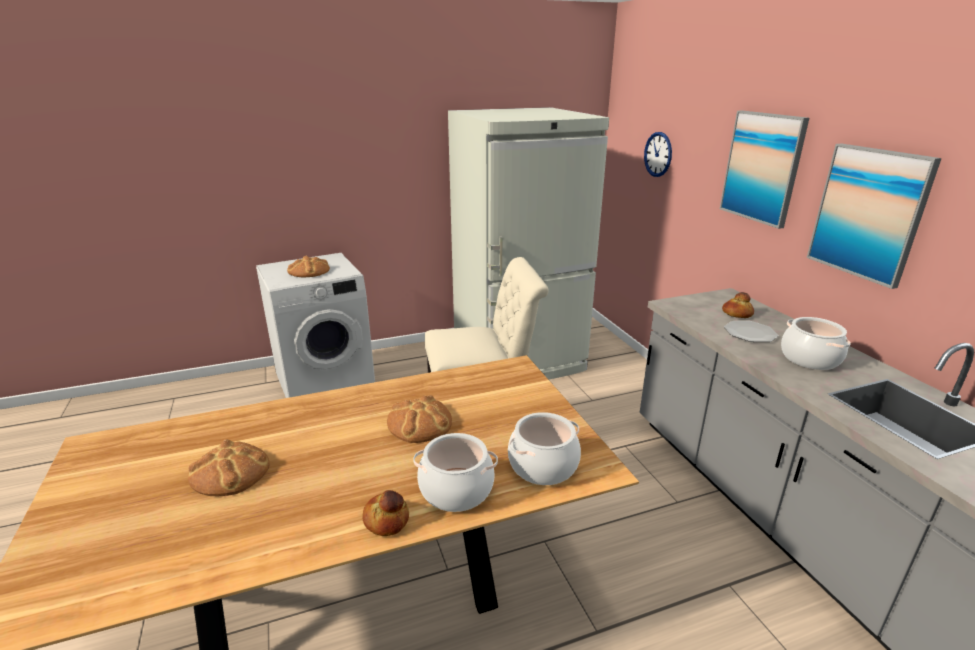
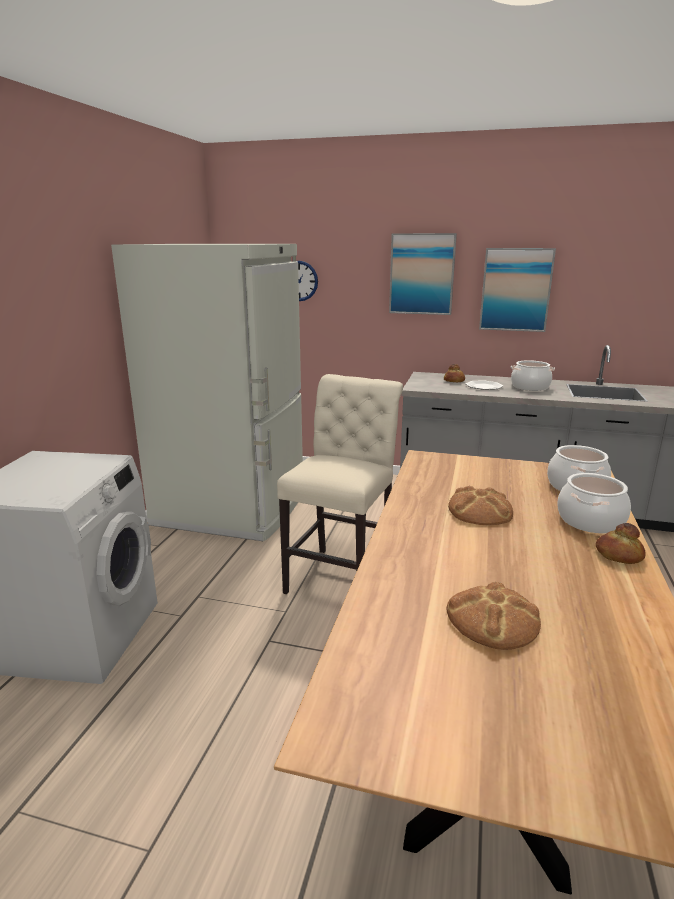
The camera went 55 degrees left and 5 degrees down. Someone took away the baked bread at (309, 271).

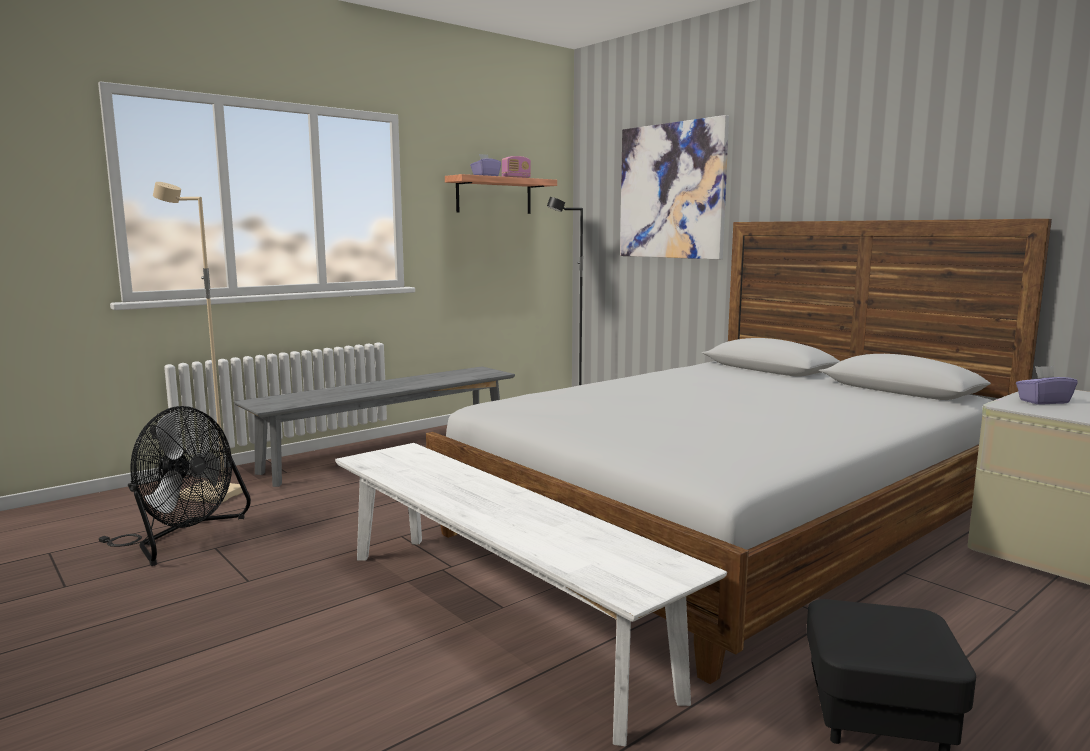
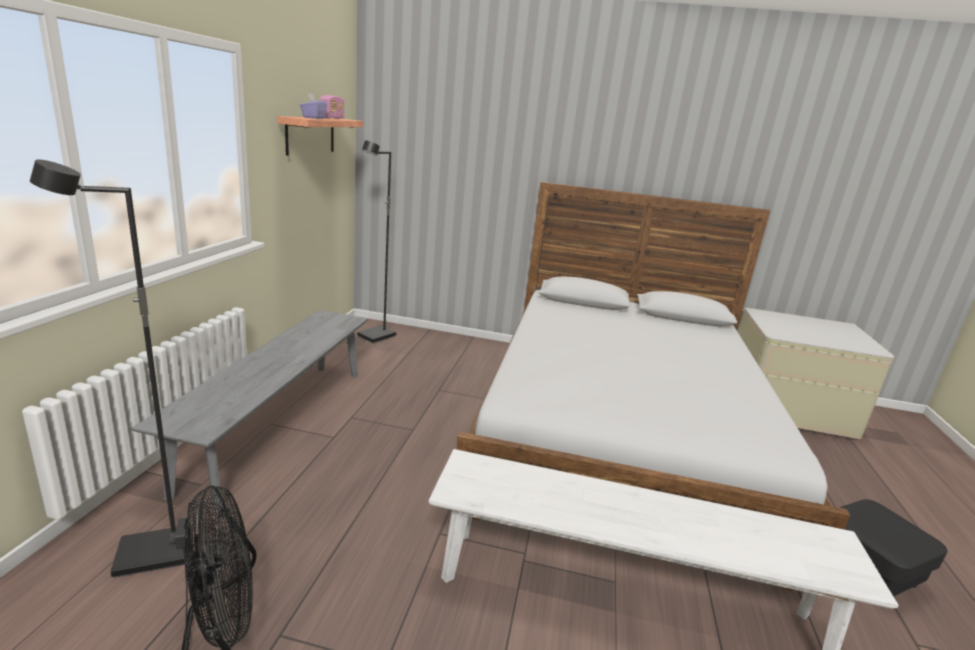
The camera went 40 degrees left and 10 degrees up. Someone repainted the sand-coloured standard lamp at (210, 495), which became the black standard lamp at (152, 555). Someone took away the wall art at (672, 191). Someone took away the purple-coloured box of tissues at (1043, 401).

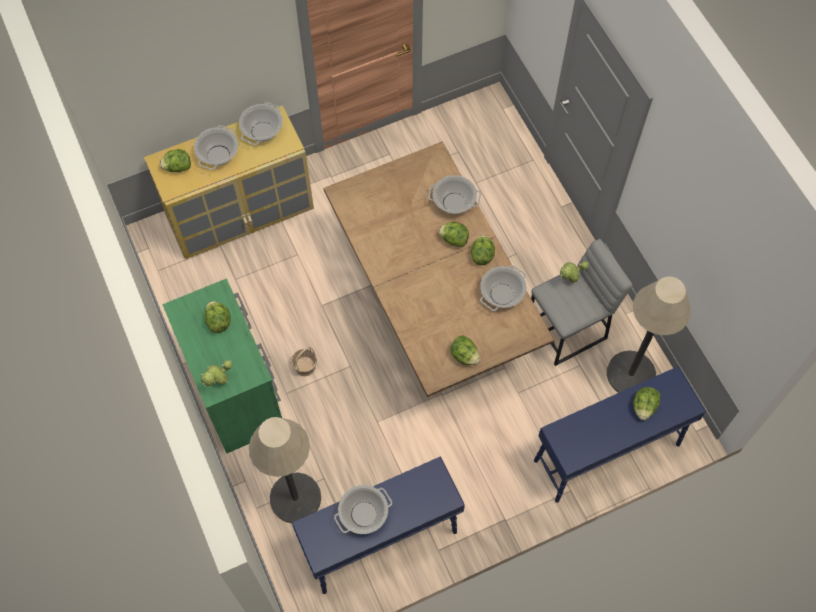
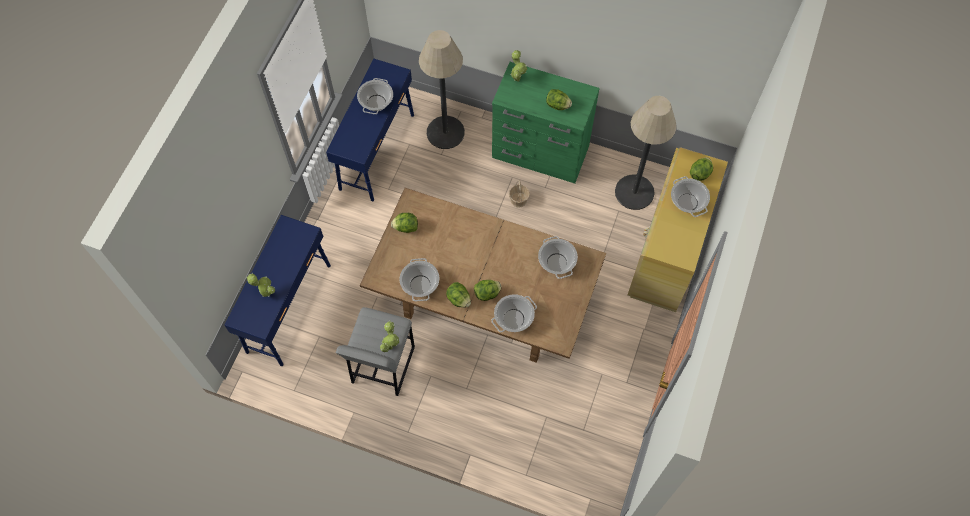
The camera went 135 degrees right and 0 degrees up. Someone swapped the head of lettuce at (643, 407) for the houseplant at (266, 293). Someone carried the saucepot from (262, 132) to (556, 262). Someone carried the standard lamp from (631, 374) to (634, 192).

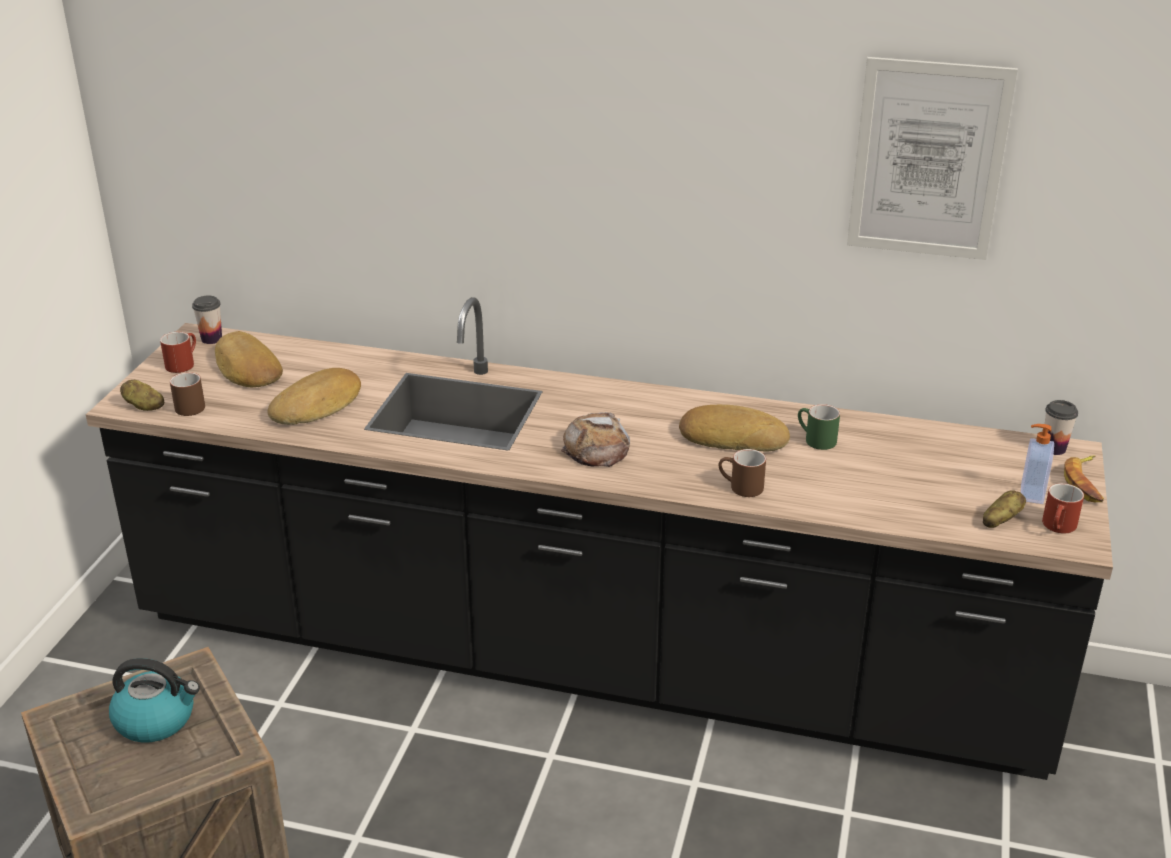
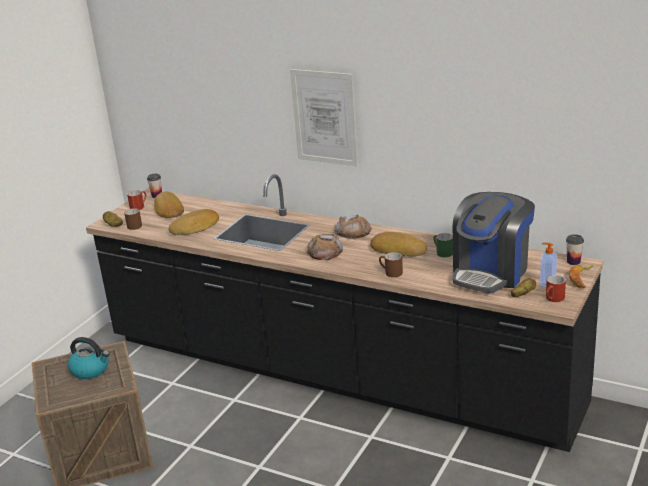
The camera went 15 degrees right and 5 degrees down. Someone carried the wall art from (928, 160) to (324, 117). Someone put down the baked bread at (353, 231). Someone put down the coffee brewer at (491, 272).

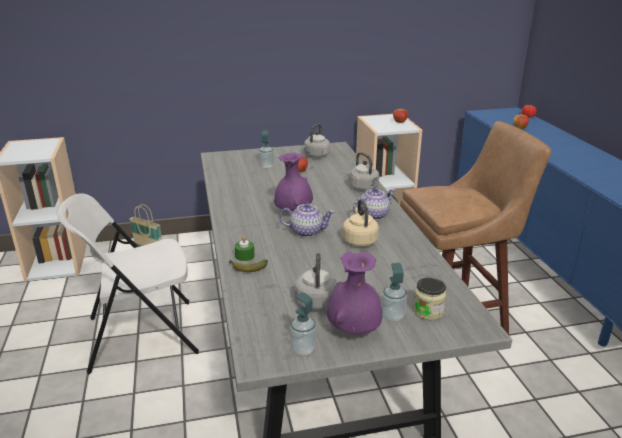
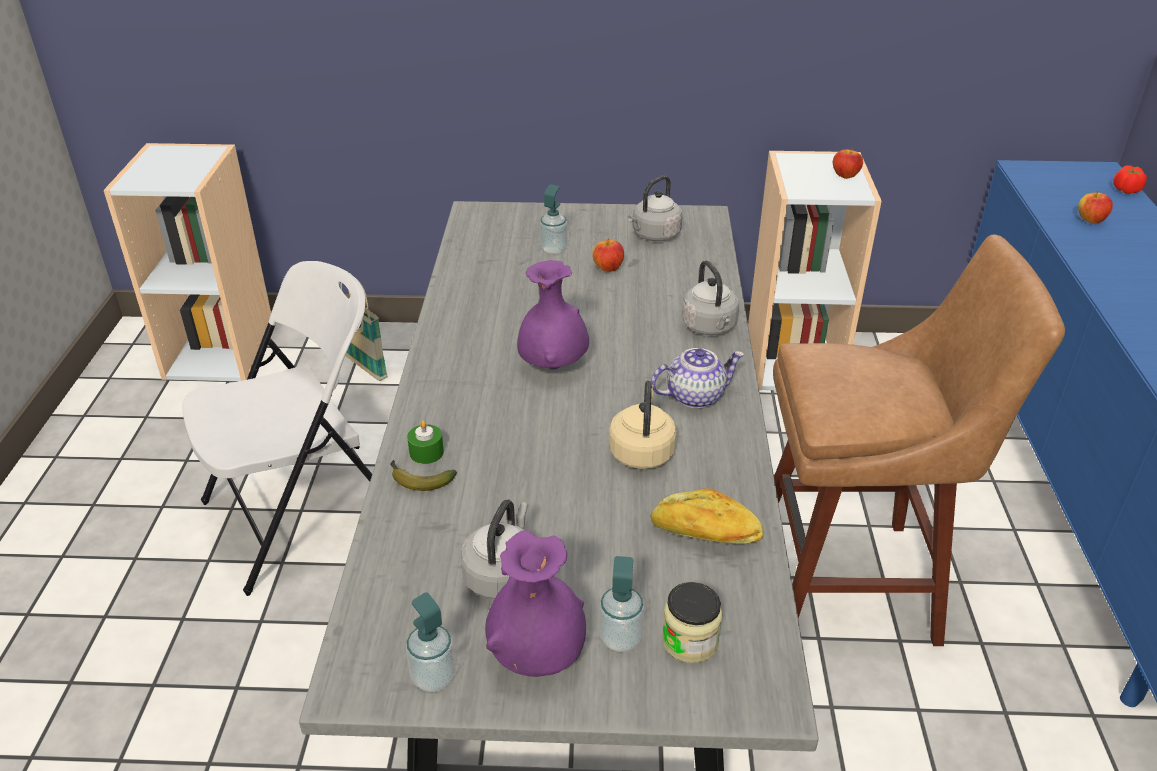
The camera went 15 degrees right and 10 degrees up. Someone rotated the whitish plain chair at (142, 334) by 150 degrees clockwise. Someone put down the baked bread at (705, 533). Someone took away the teapot at (307, 231).

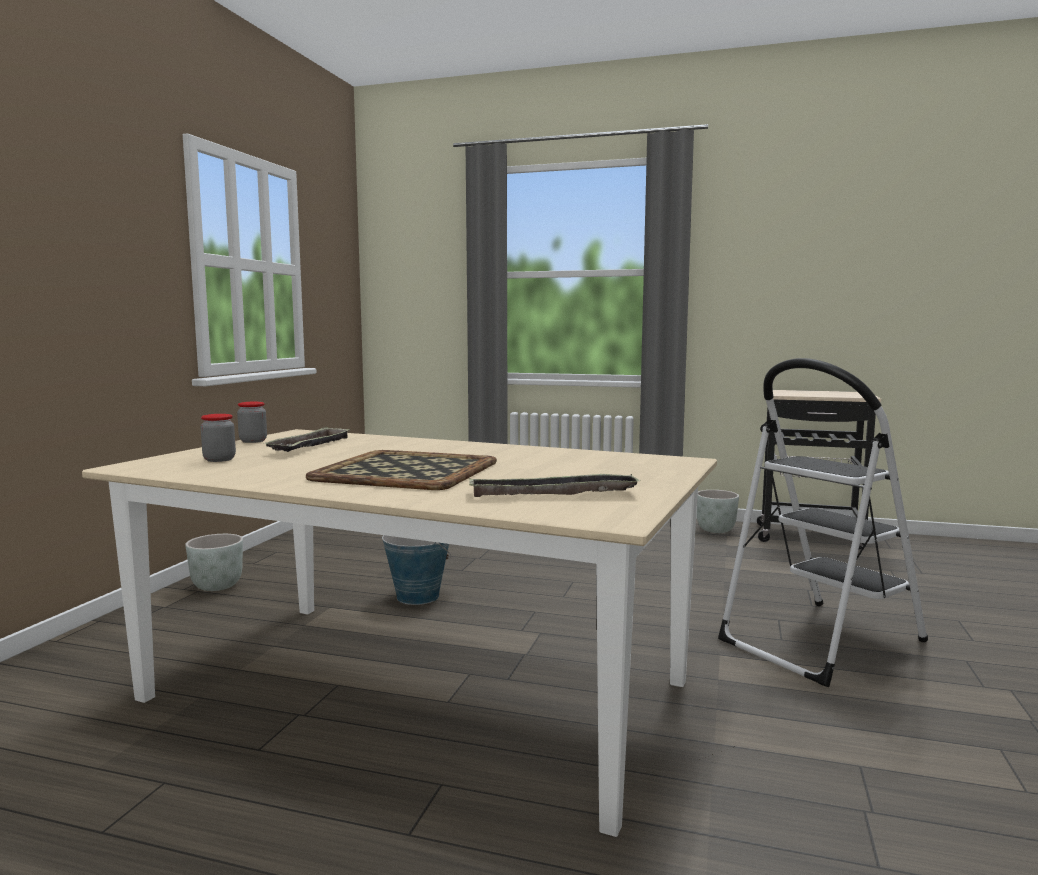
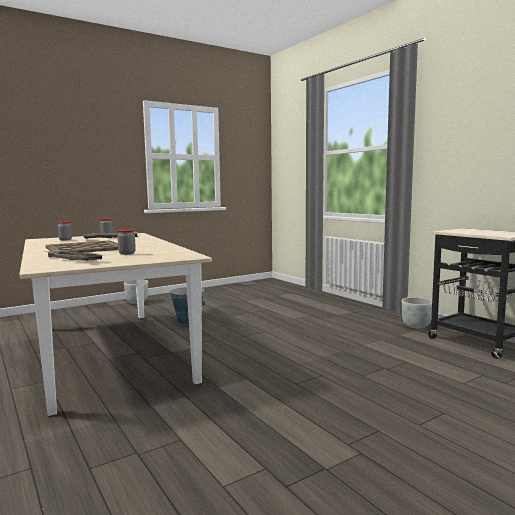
The camera went 40 degrees right and 0 degrees up. Someone put down the jar at (127, 253). Someone took away the step stool at (817, 641).

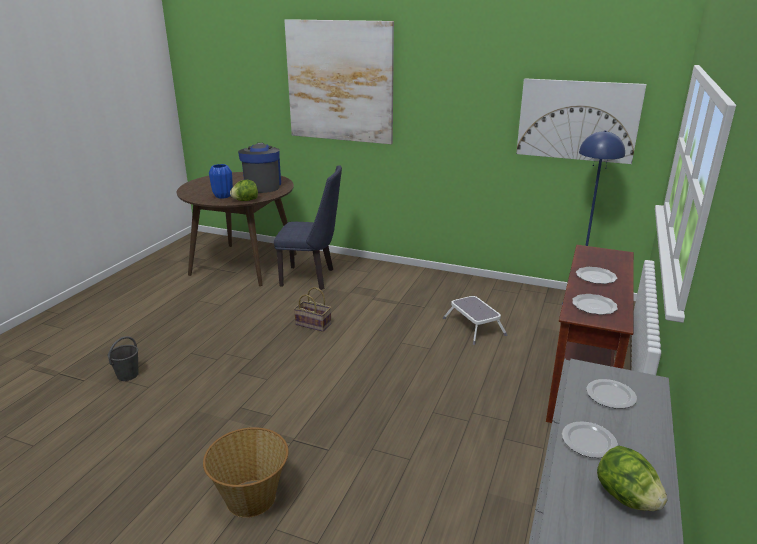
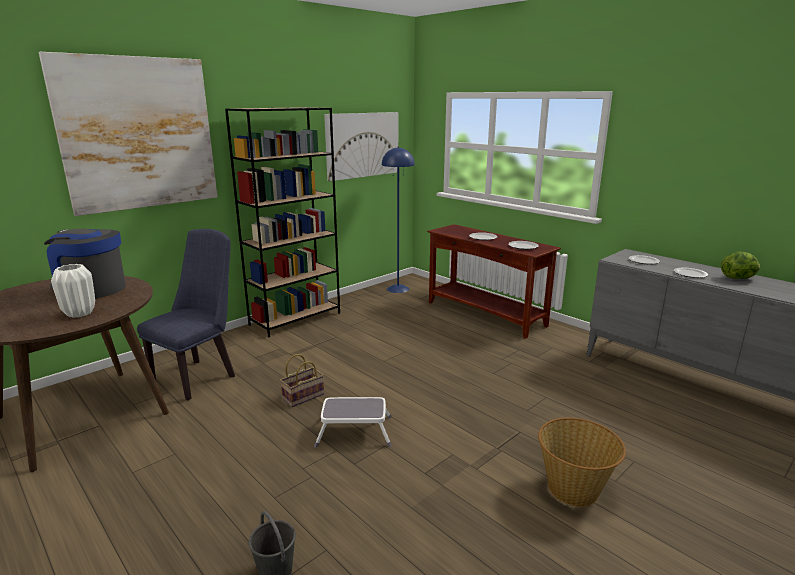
The camera went 65 degrees left and 5 degrees down. Someone repainted the blue decorative vase at (223, 196), which became the whitish decorative vase at (80, 313). Someone put down the sand-coloured bookshelf at (295, 319). Someone carried the greyish step stool from (474, 326) to (354, 431). Someone took away the head of lettuce at (245, 200).

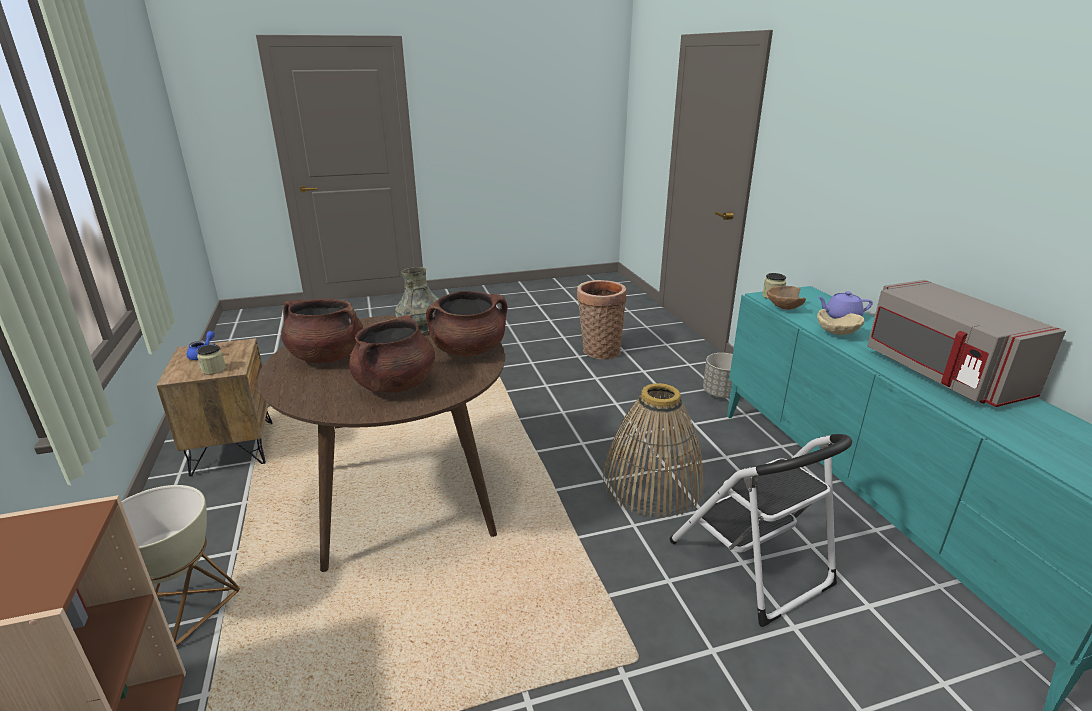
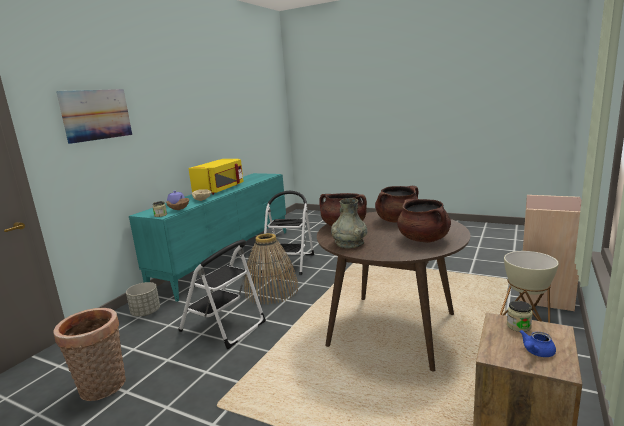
The camera went 135 degrees left and 10 degrees down. Someone put up the wall art at (96, 115). Someone put down the step stool at (224, 327). Someone repainted the greyish microwave at (940, 373), which became the yellow microwave at (220, 189).

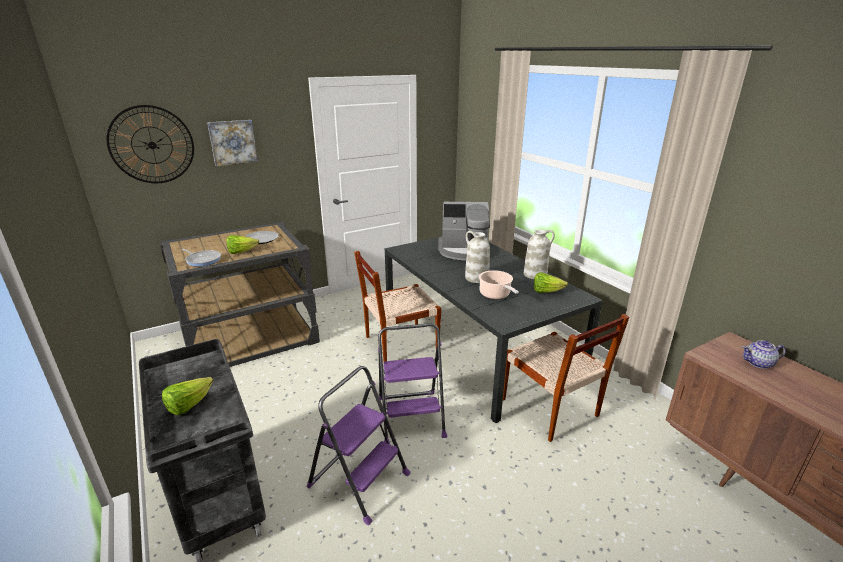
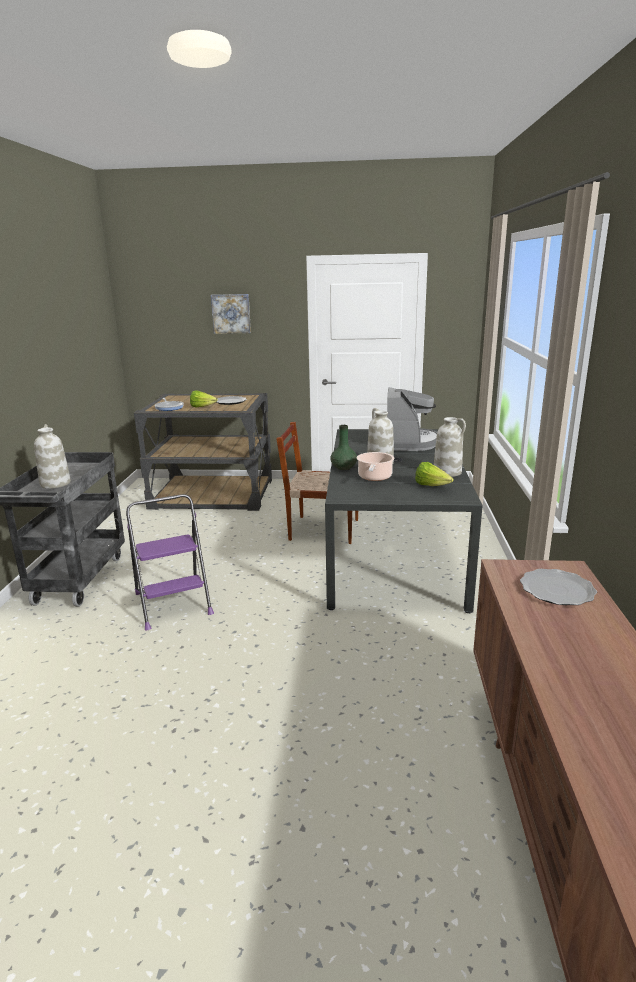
The camera went 35 degrees right and 5 degrees down. Someone swapped the head of lettuce at (189, 405) for the whitish decorative vase at (55, 483). Someone put down the green decorative vase at (343, 467). Someone rotated the coffee brewer at (464, 251) by 120 degrees counterclockwise. Someone swapped the teapot at (759, 363) for the flat dish at (557, 590). Someone took away the hanging clock at (152, 145). Someone took away the purple-coloured step stool at (411, 414). Someone took away the plain chair at (550, 409).

